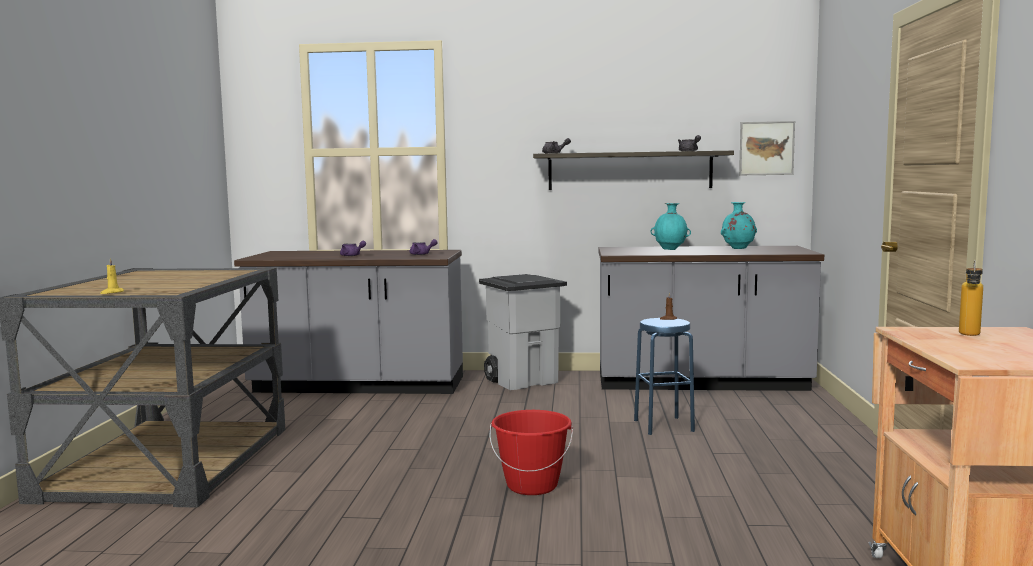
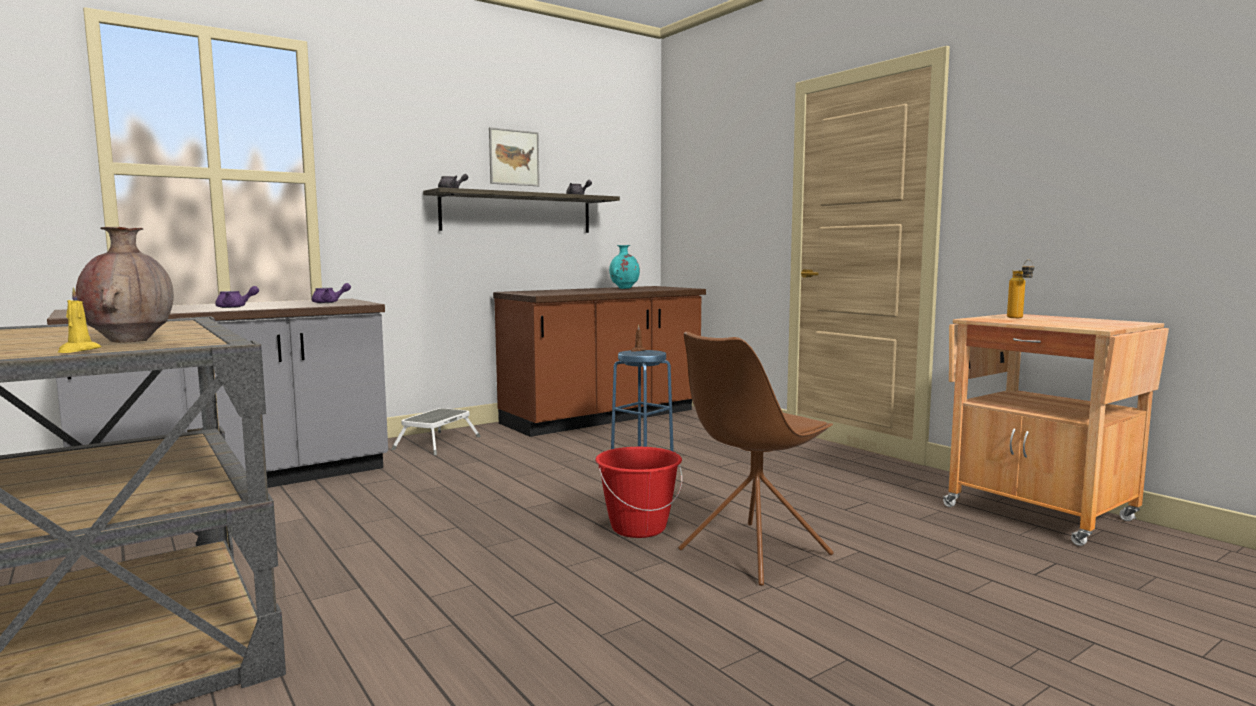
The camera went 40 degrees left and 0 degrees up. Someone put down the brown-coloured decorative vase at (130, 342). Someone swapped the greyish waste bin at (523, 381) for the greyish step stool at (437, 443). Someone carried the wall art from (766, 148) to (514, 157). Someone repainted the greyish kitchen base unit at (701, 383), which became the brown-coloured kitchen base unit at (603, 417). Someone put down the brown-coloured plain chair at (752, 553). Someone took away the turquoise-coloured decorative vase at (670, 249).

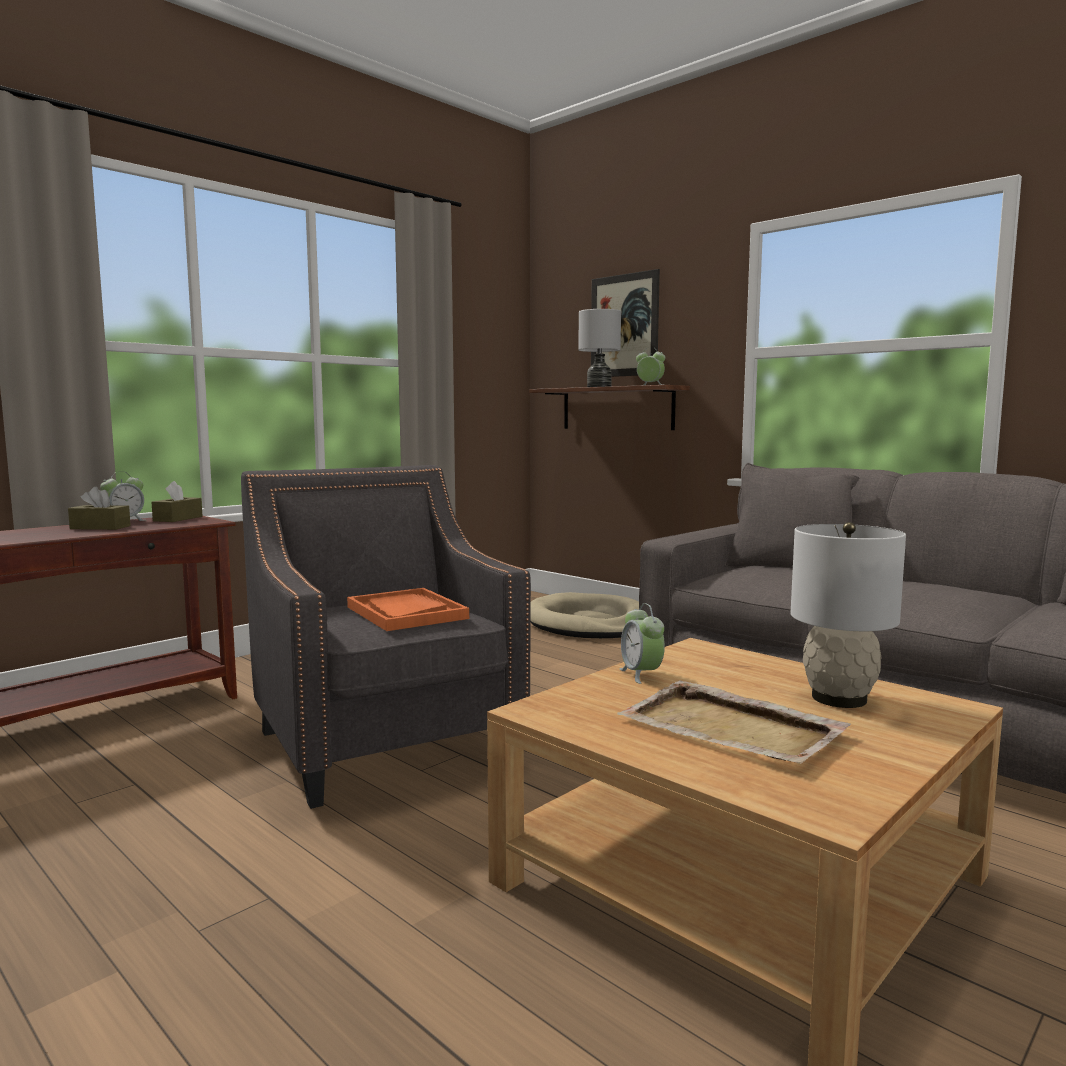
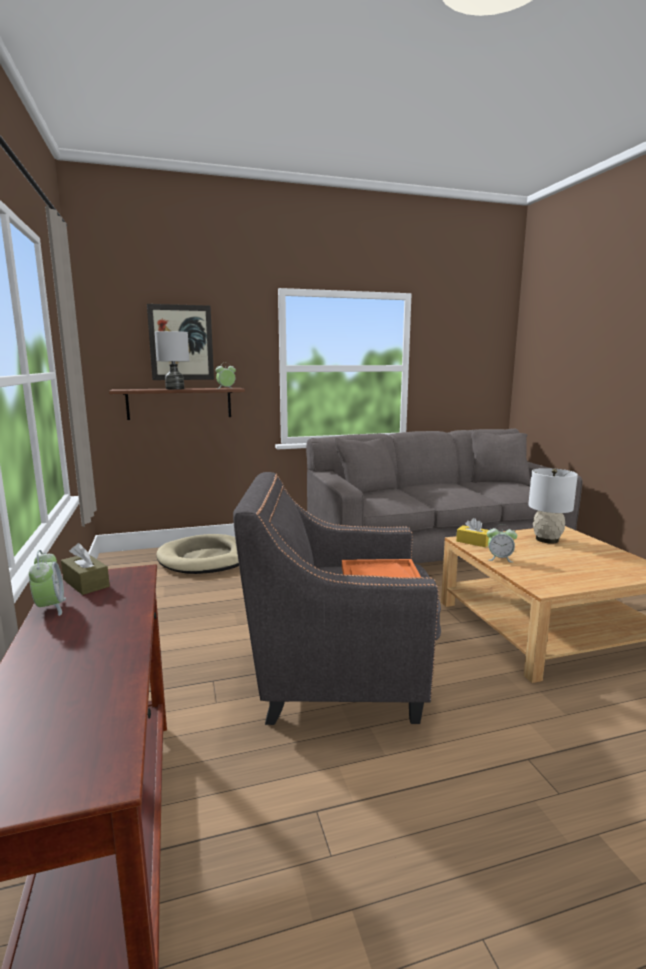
The camera went 60 degrees left and 5 degrees up. Someone put down the yellow box of tissues at (473, 542). Someone took away the brown-coloured box of tissues at (100, 527). Someone took away the sand-coloured serving tray at (732, 729).

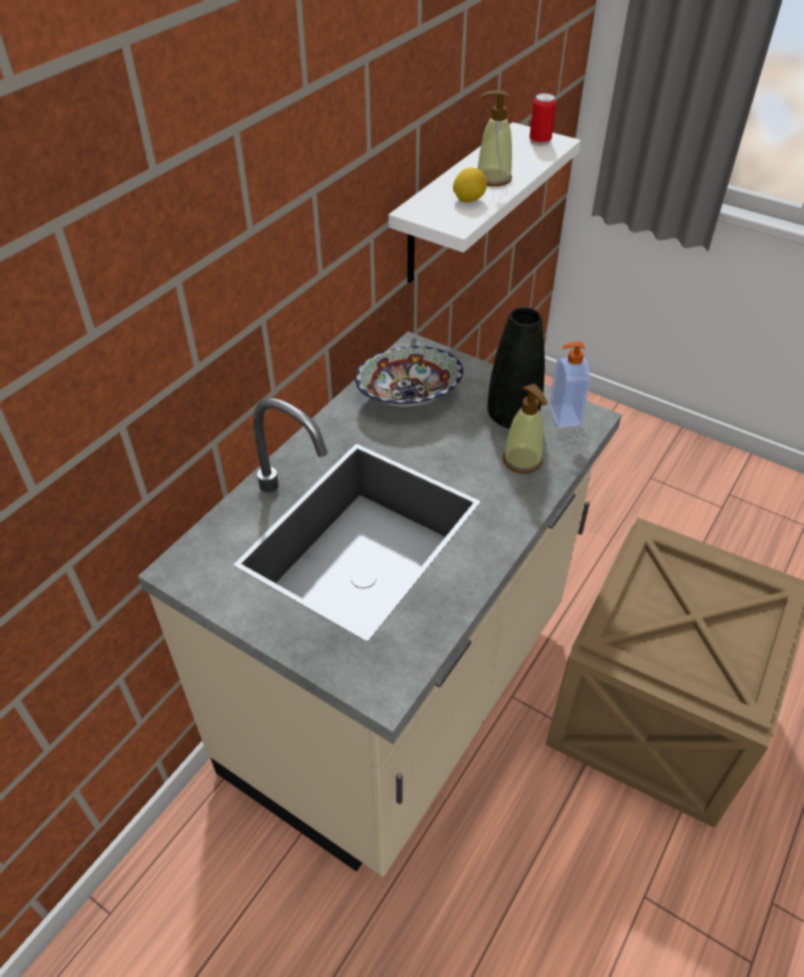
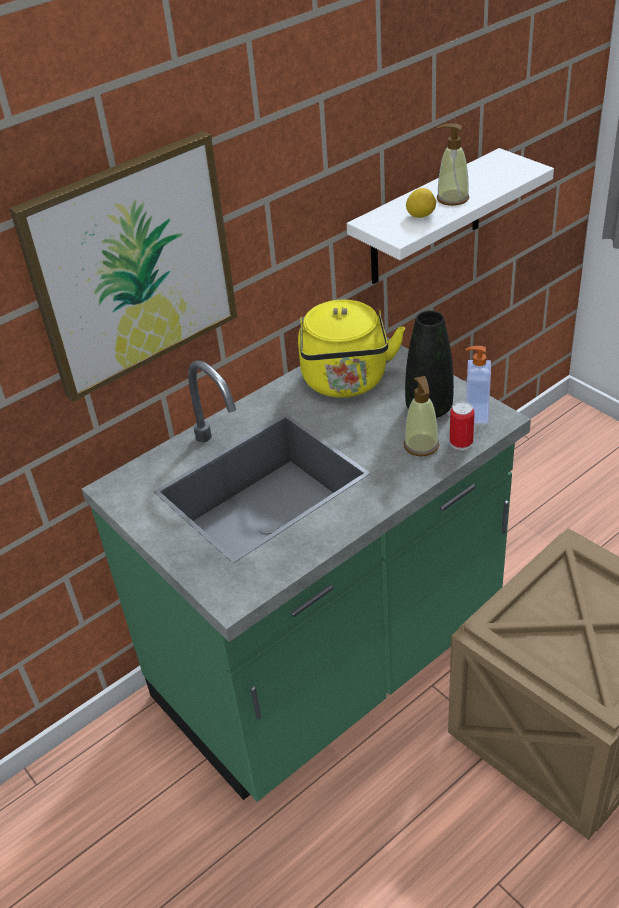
The camera went 20 degrees right and 5 degrees down. Someone put up the wall art at (132, 266). Someone repainted the sand-coloured kitchen base unit at (402, 695), which became the green kitchen base unit at (330, 664). Someone swapped the bowl at (409, 398) for the yellow kettle at (346, 382). Someone carried the metal can from (540, 141) to (461, 443).

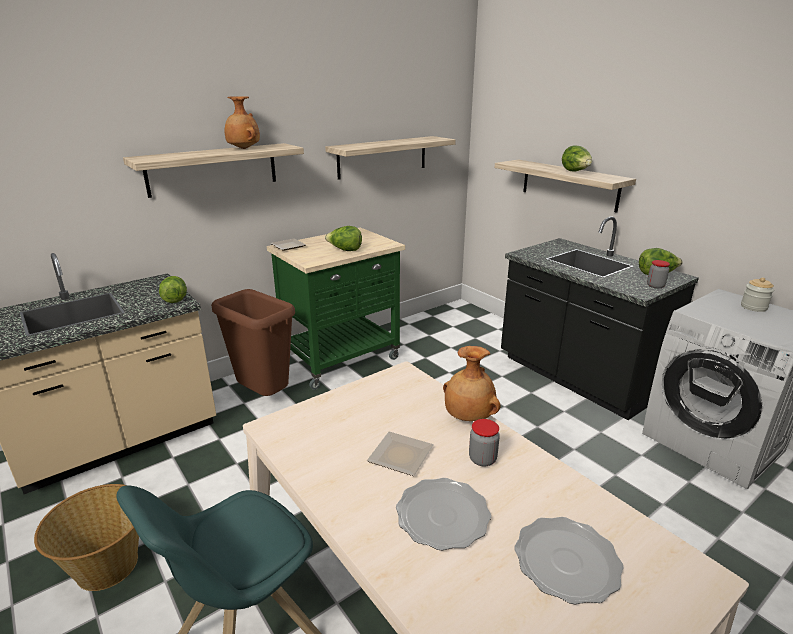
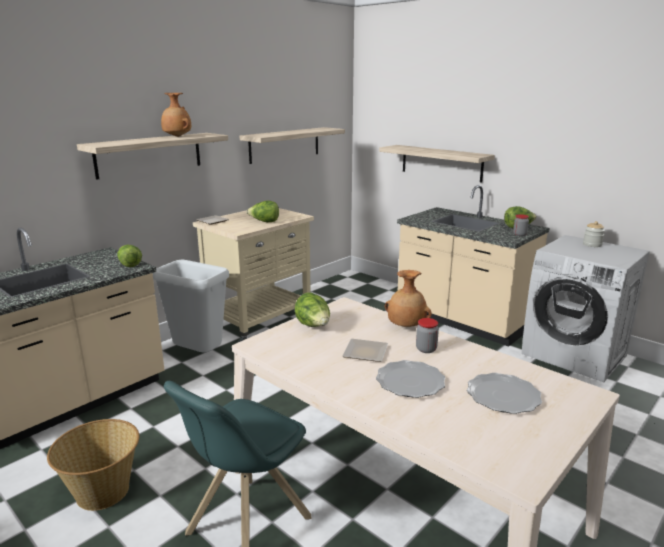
The camera went 10 degrees left and 5 degrees down. Someone repainted the brown-coloured waste bin at (263, 396), which became the greyish waste bin at (197, 356). Someone repainted the green trolley at (341, 359), which became the sand-coloured trolley at (259, 322). Someone carried the head of lettuce from (575, 172) to (313, 326). Someone repainted the black kitchen base unit at (576, 377), which became the sand-coloured kitchen base unit at (462, 320).

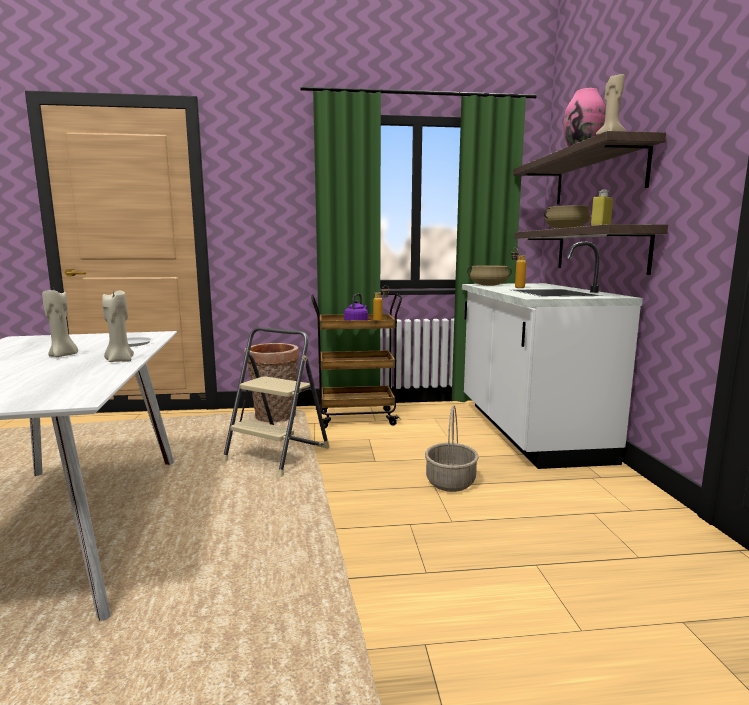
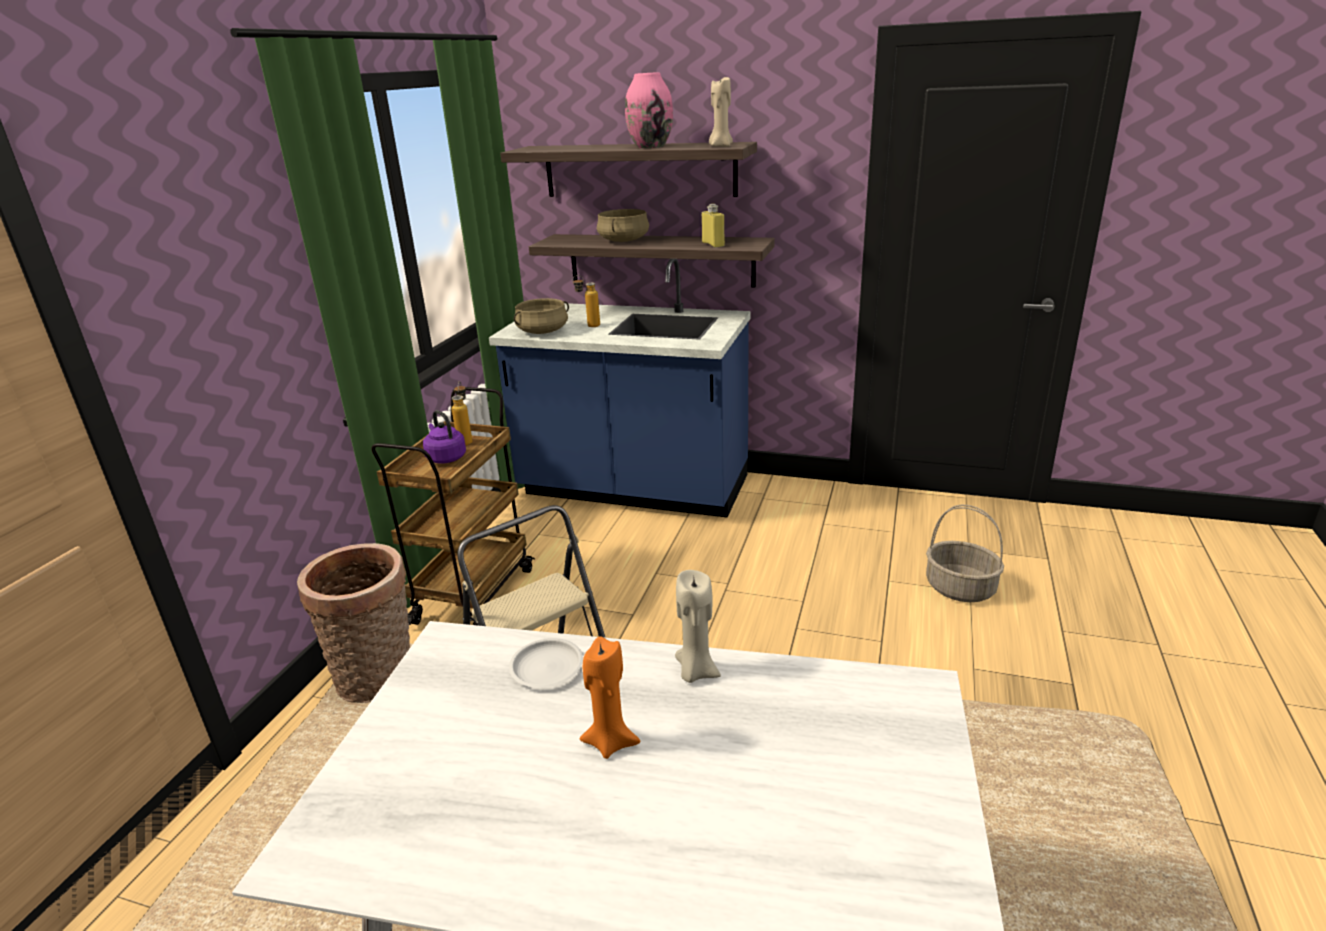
The camera went 65 degrees left and 15 degrees up. Someone repainted the whitish kitchen base unit at (527, 431), which became the blue kitchen base unit at (634, 489). Someone repainted the sand-coloured wax candle at (63, 356), which became the orange wax candle at (610, 742). Someone carried the basket from (451, 482) to (961, 588).

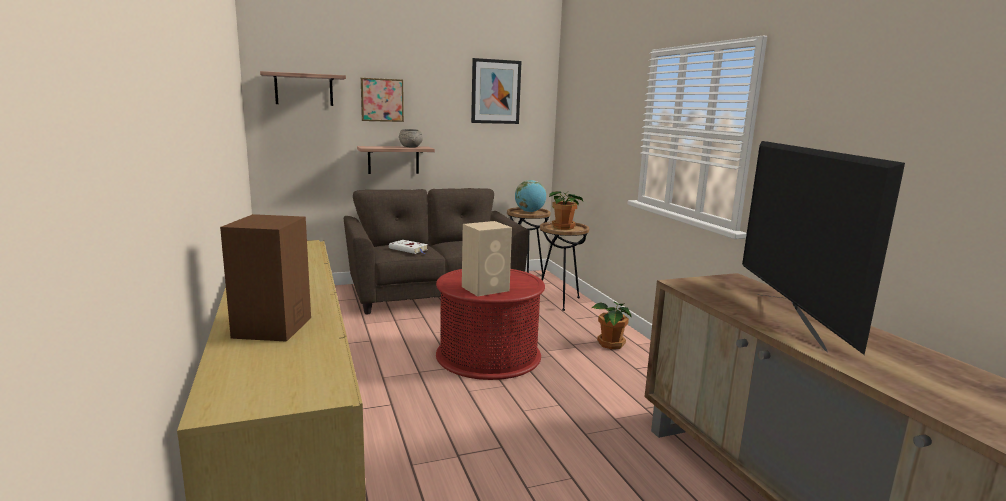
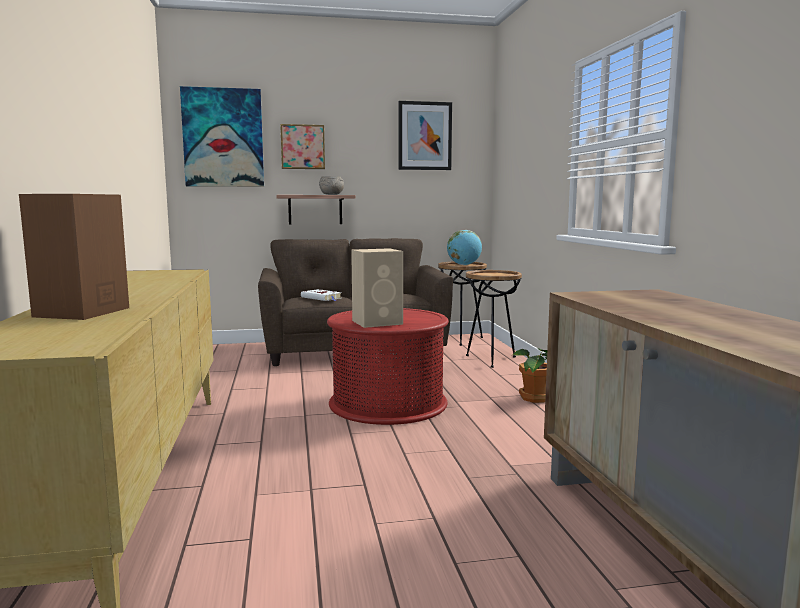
The camera went 10 degrees right and 5 degrees down. Someone swapped the bracket shelf at (304, 89) for the wall art at (223, 138). Someone took away the houseplant at (564, 227). Someone took away the TV set at (789, 319).

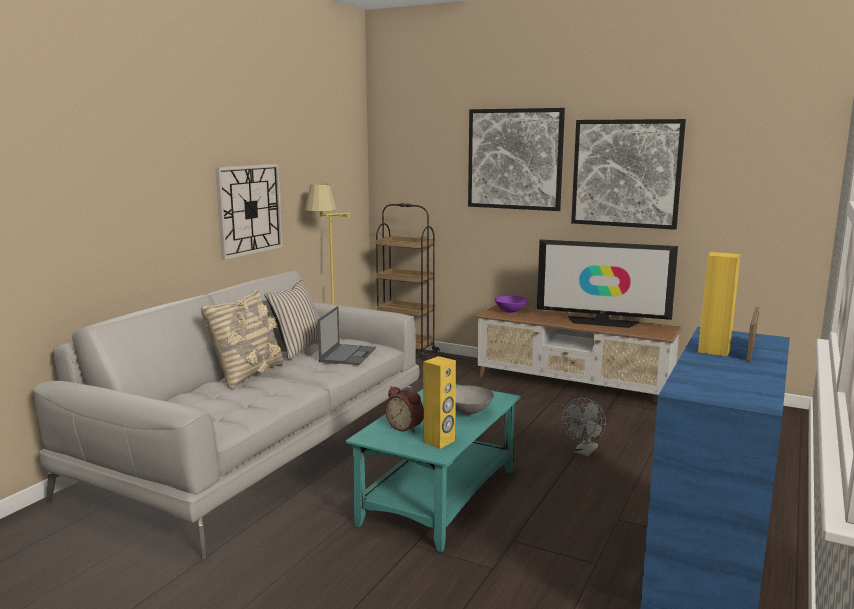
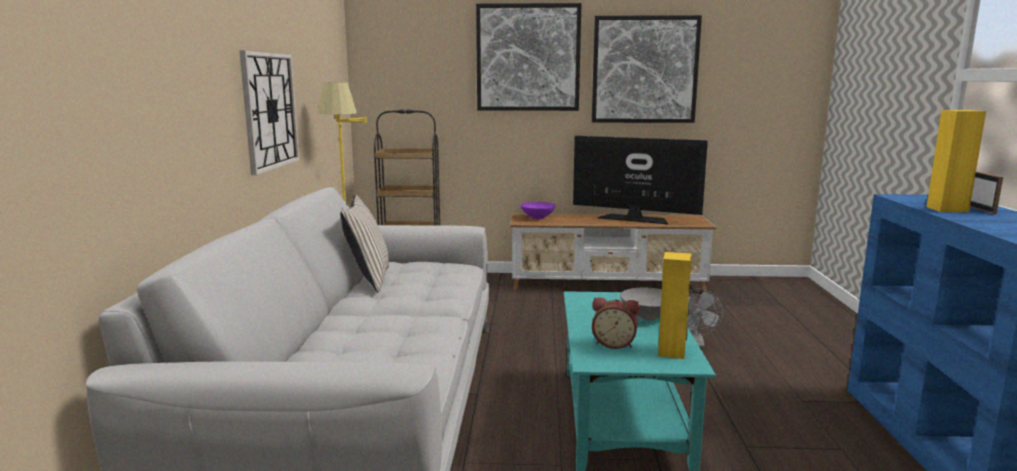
The camera went 25 degrees left and 0 degrees up. Someone rotated the TV set at (602, 322) by 150 degrees counterclockwise. Someone took away the sand-coloured cushion at (248, 375). Someone took away the portable computer at (348, 354).

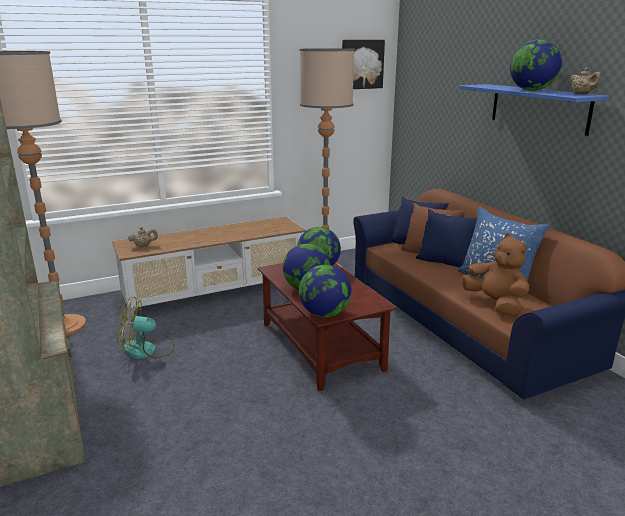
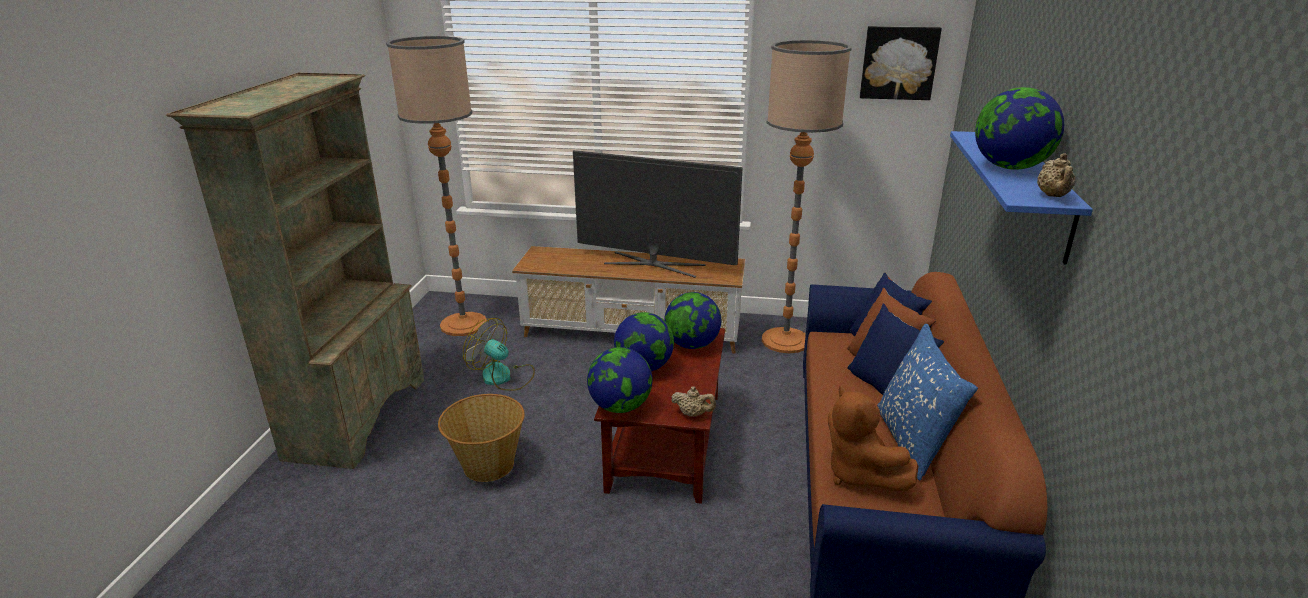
The camera went 35 degrees right and 5 degrees up. Someone put down the basket at (487, 465). Someone put down the TV set at (654, 264). Someone carried the sand-coloured teapot from (144, 246) to (693, 414). Someone rotated the brown-coloured soft toy at (495, 304) by 150 degrees clockwise.

